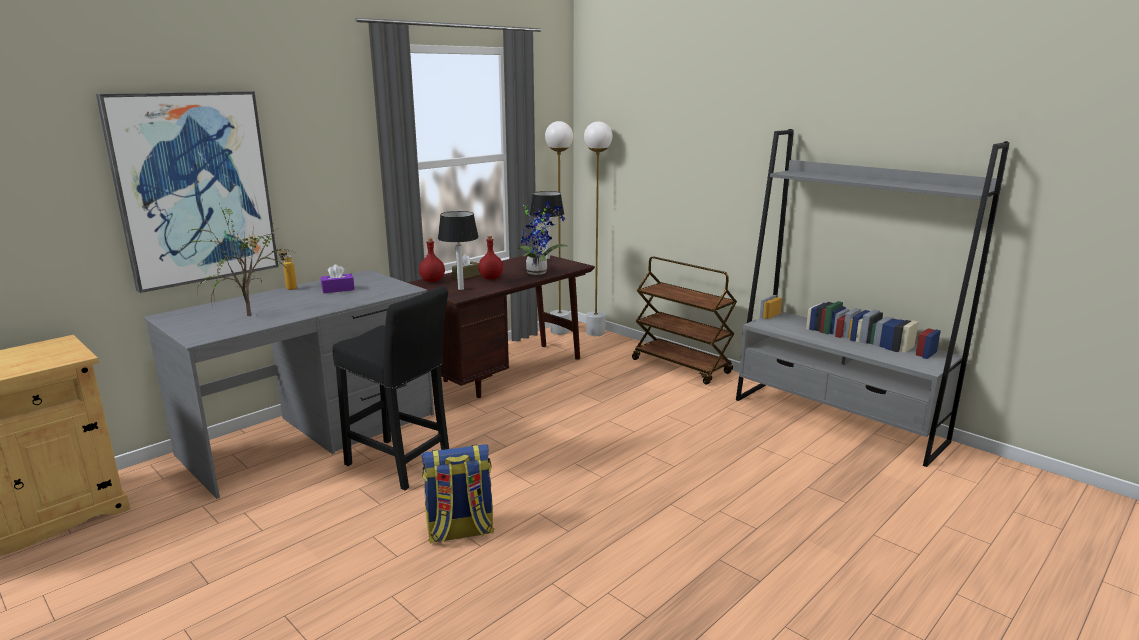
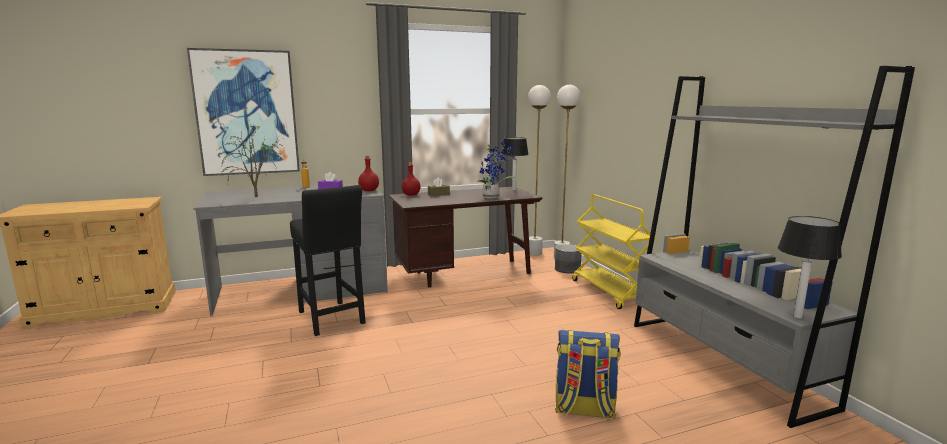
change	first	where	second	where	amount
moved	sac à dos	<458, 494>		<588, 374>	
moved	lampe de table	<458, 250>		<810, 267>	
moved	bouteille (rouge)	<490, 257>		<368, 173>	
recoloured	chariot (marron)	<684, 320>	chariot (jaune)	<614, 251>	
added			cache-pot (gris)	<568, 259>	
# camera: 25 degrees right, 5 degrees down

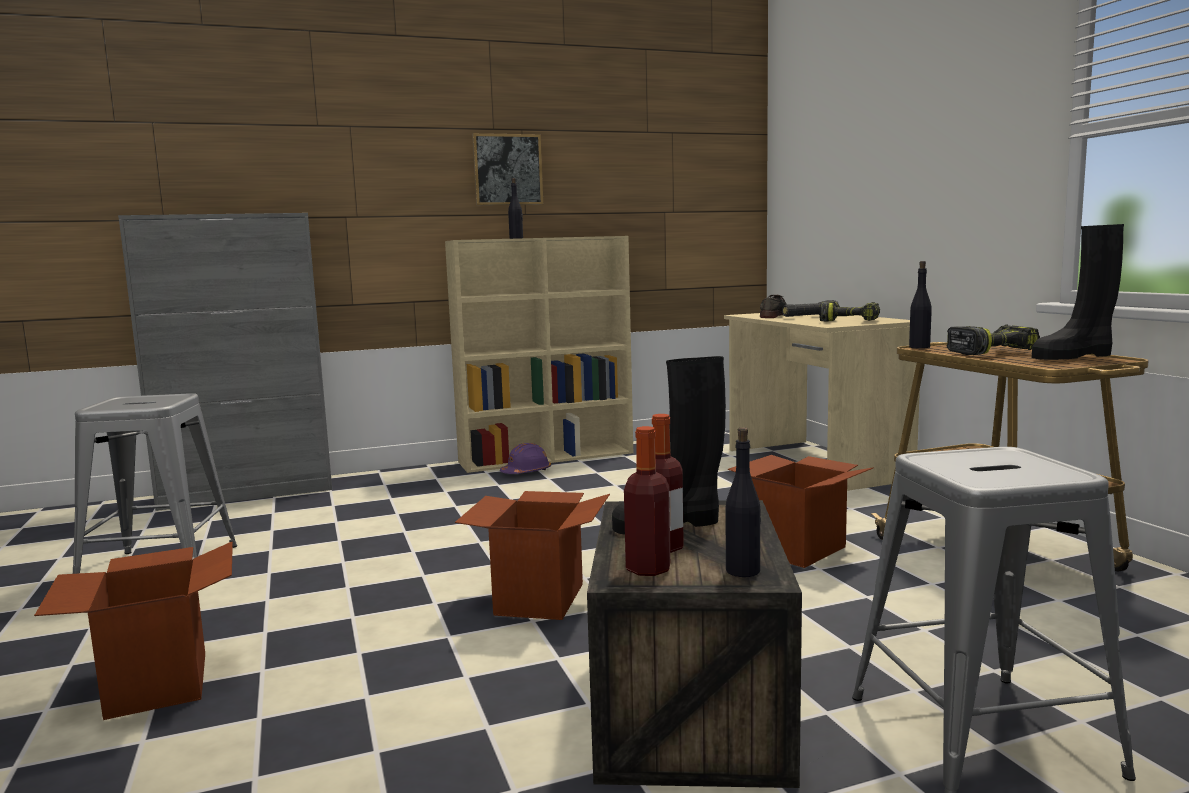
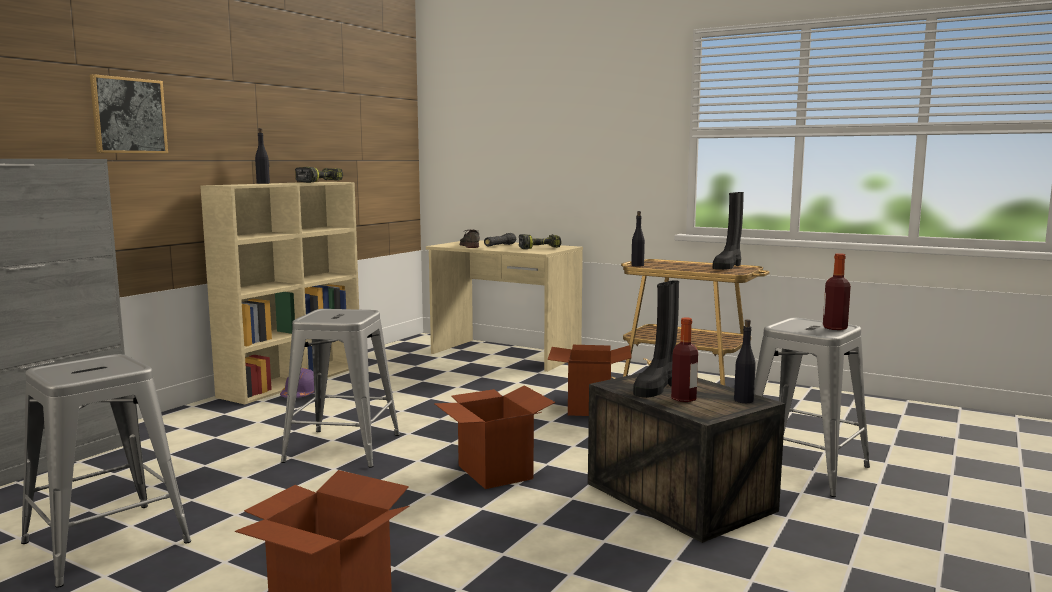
change	first	where	second	where	amount
moved	tableau	<507, 169>		<129, 114>	
moved	bouteille	<647, 501>		<837, 291>	
moved	perceuse	<993, 339>		<319, 175>	
added			tabouret (gris)	<340, 388>	
# camera: 40 degrees left, 0 degrees up

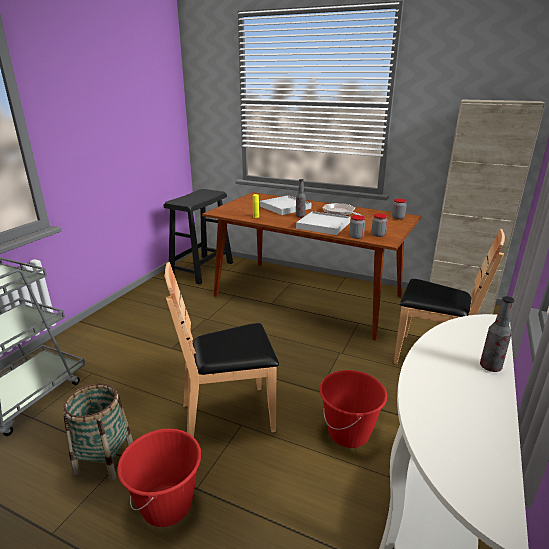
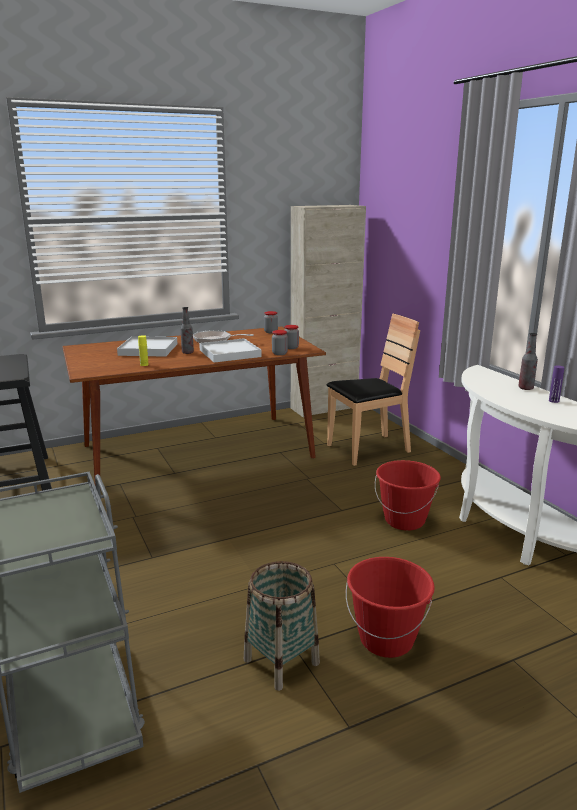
change	first	where	second	where	amount
removed	chaise (marron)	<221, 349>			
added			bouteille (violet)	<556, 384>	
# camera: 50 degrees left, 5 degrees down

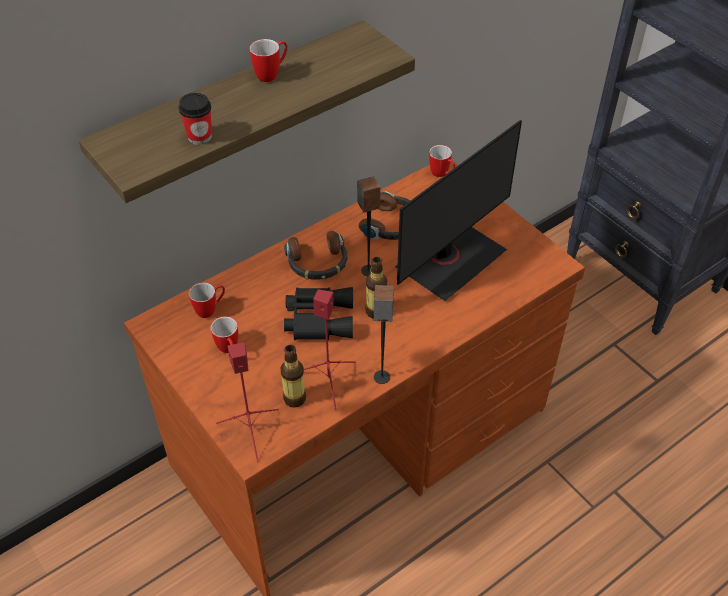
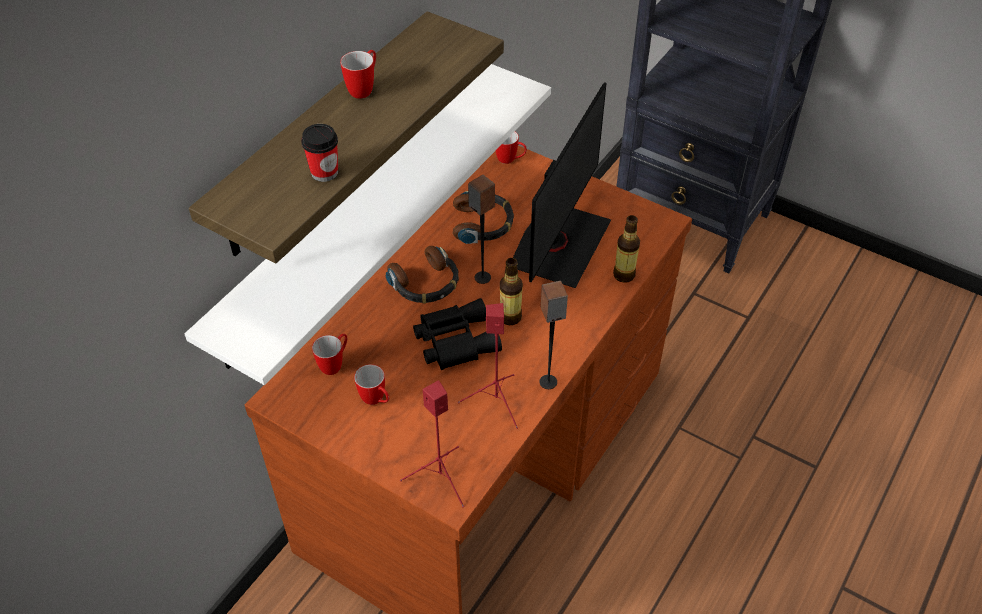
change	first	where	second	where	amount
moved	bouteille	<293, 376>		<626, 249>	
added			étagère (blanc)	<368, 224>	
# camera: 20 degrees left, 0 degrees up

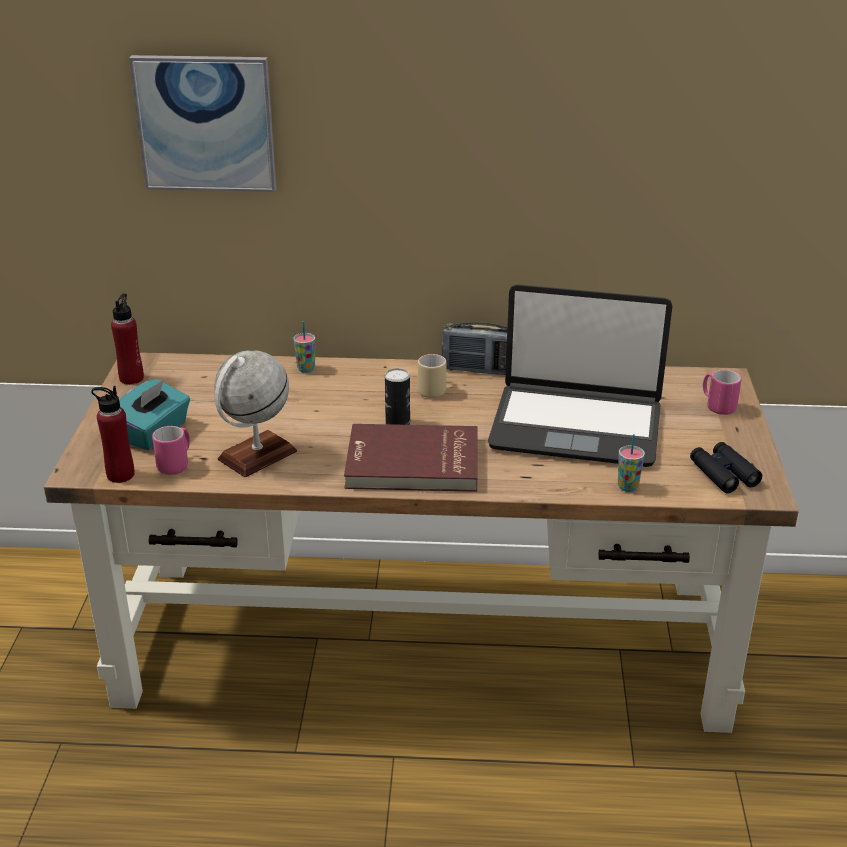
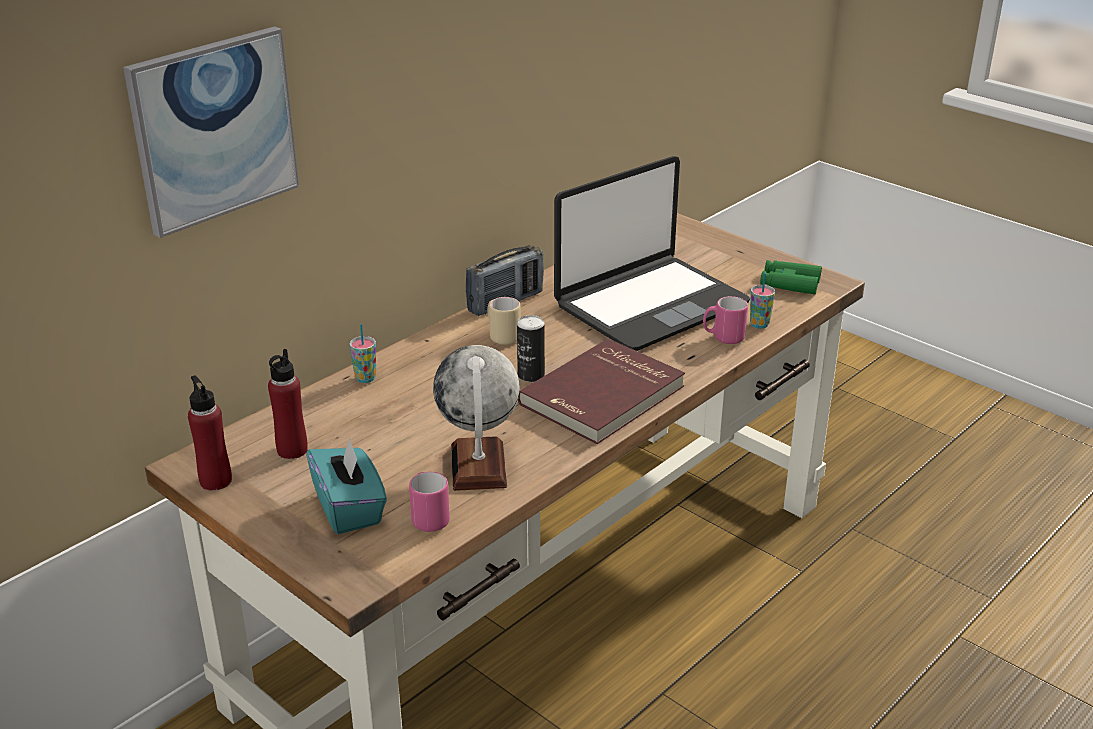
change	first	where	second	where	amount
moved	bouteille (rouge)	<113, 434>		<288, 404>	
recoloured	jumelles (noir)	<726, 467>	jumelles (vert)	<791, 277>	
moved	mug (rose)	<722, 392>		<725, 320>	
# camera: 50 degrees left, 0 degrees up

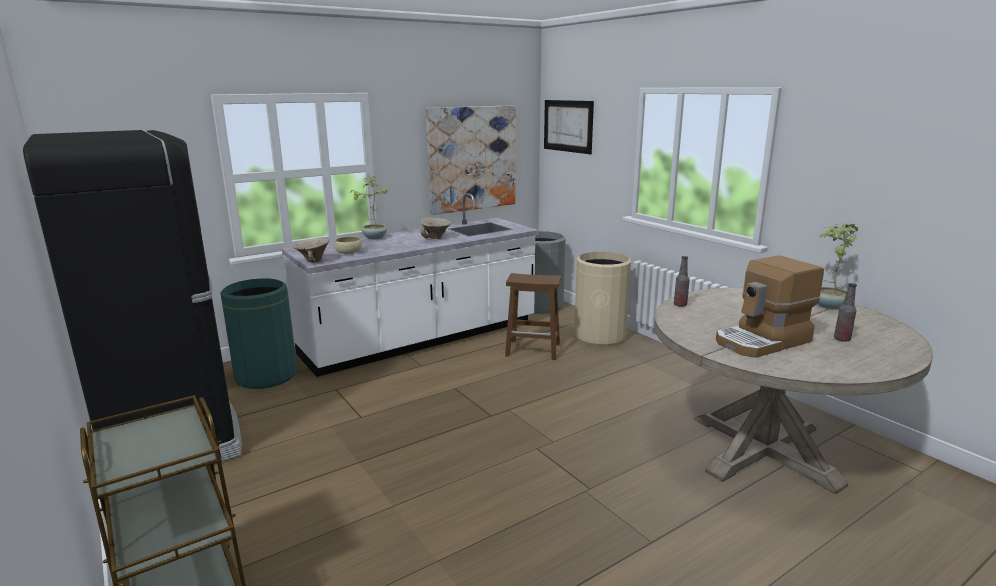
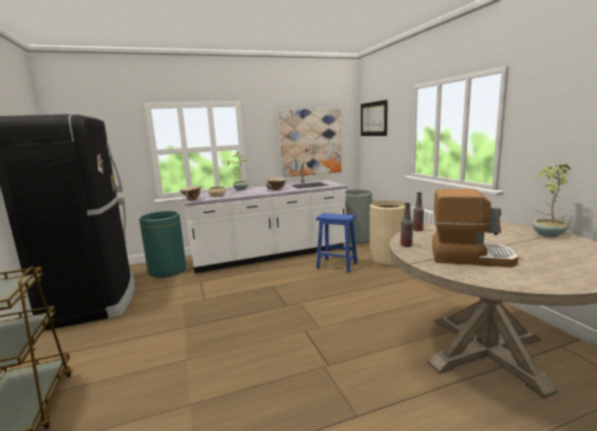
change	first	where	second	where	amount
recoloured	tabouret (marron)	<533, 316>	tabouret (bleu)	<337, 243>	
turned	machine à café	<770, 307>		<475, 228>	150 degrees counterclockwise
moved	bouteille	<845, 312>		<406, 225>	
# camera: 15 degrees right, 5 degrees down

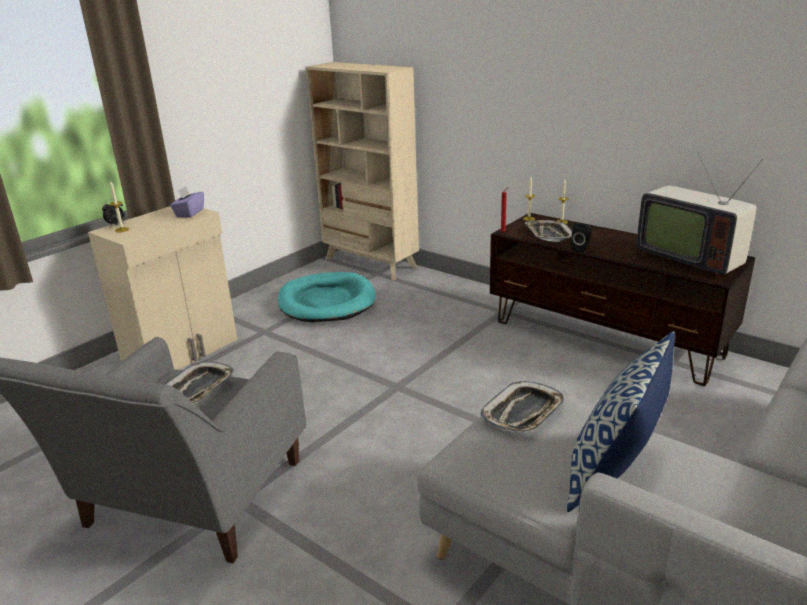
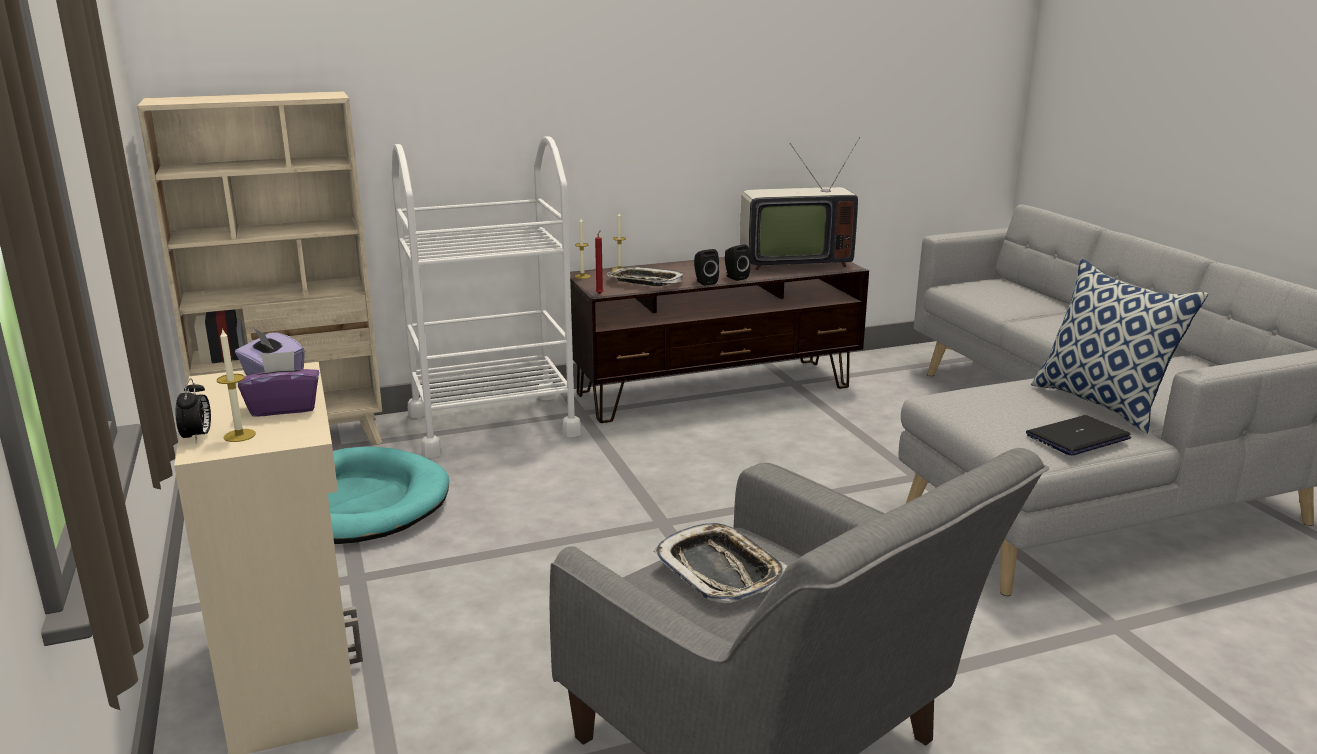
change	first	where	second	where	amount
removed	plateau	<522, 406>			
added			boîte à mouchoirs (violet)	<278, 384>	
added			chariot (blanc)	<486, 297>	
added			enceinte (noir)	<737, 262>	
added			ordinateur portable	<1078, 435>	
# camera: 60 degrees left, 5 degrees down

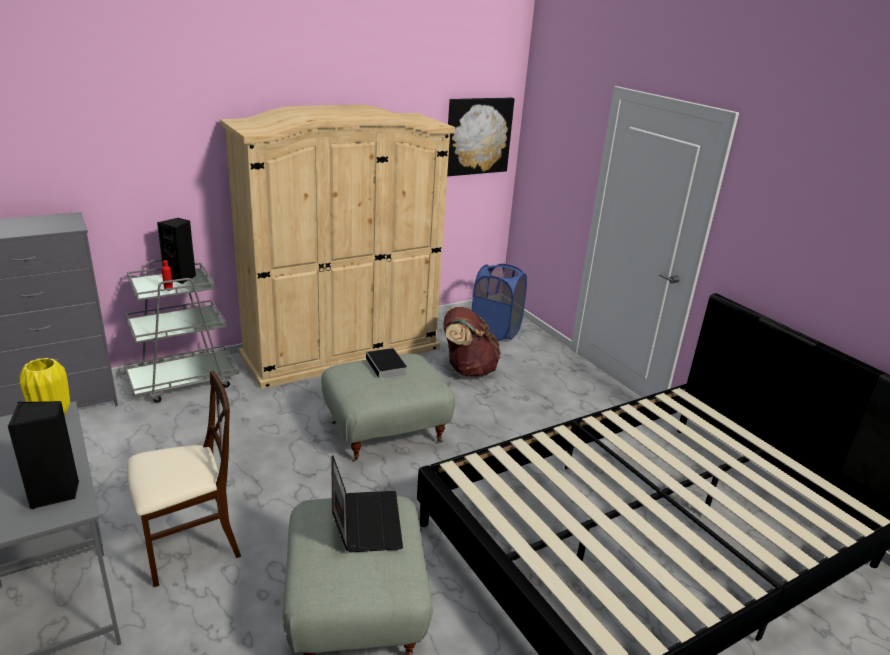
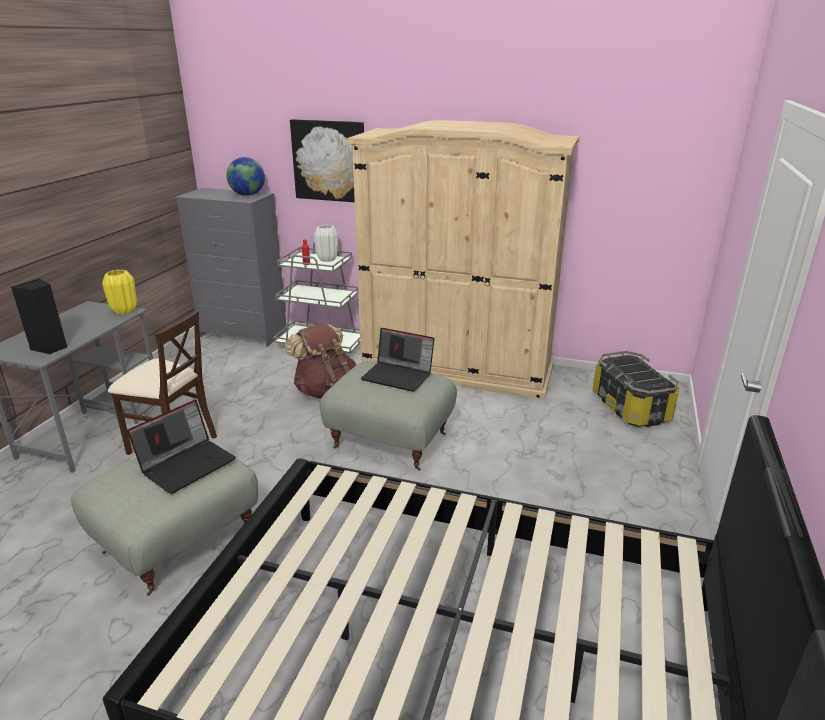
change	first	where	second	where	amount
replaced	enceinte (noir)	<176, 251>	vase (blanc)	<326, 243>	
replaced	livre	<386, 365>	ordinateur portable	<398, 360>	
moved	sac à dos (marron)	<472, 341>		<320, 360>	
moved	tableau	<480, 137>		<327, 160>	
replaced	panier à linge (bleu)	<499, 302>	boîte de rangement	<635, 389>	
added			globe	<246, 176>	
# camera: 50 degrees right, 0 degrees up

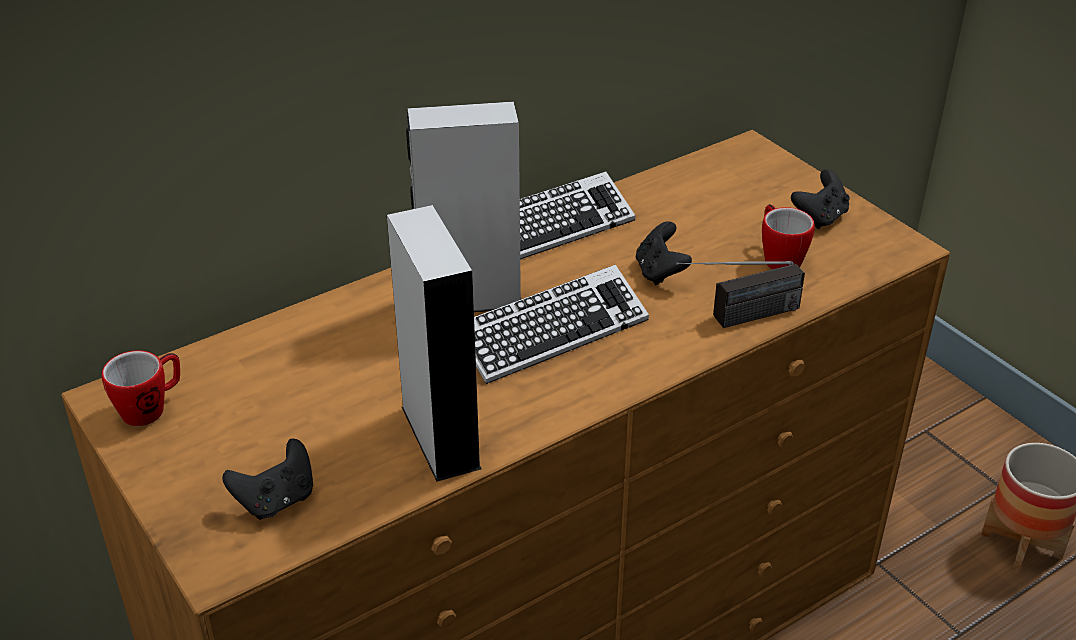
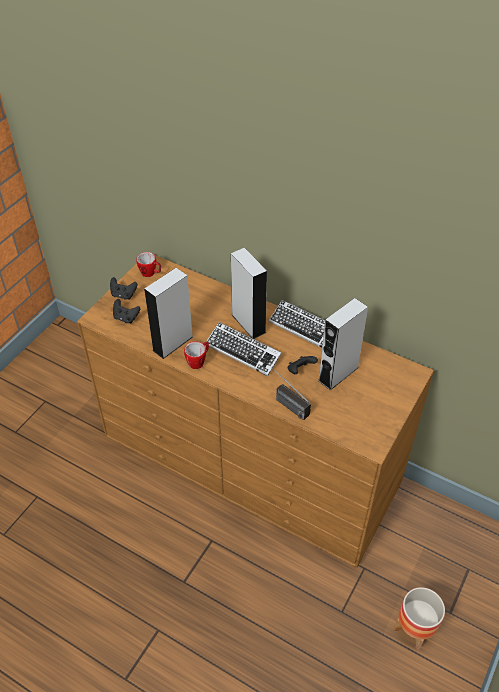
change	first	where	second	where	amount
moved	mug	<788, 236>		<196, 355>	
moved	manette (noir)	<820, 199>		<123, 288>	
added			enceinte (gris)	<343, 344>	
# camera: 65 degrees right, 10 degrees up

